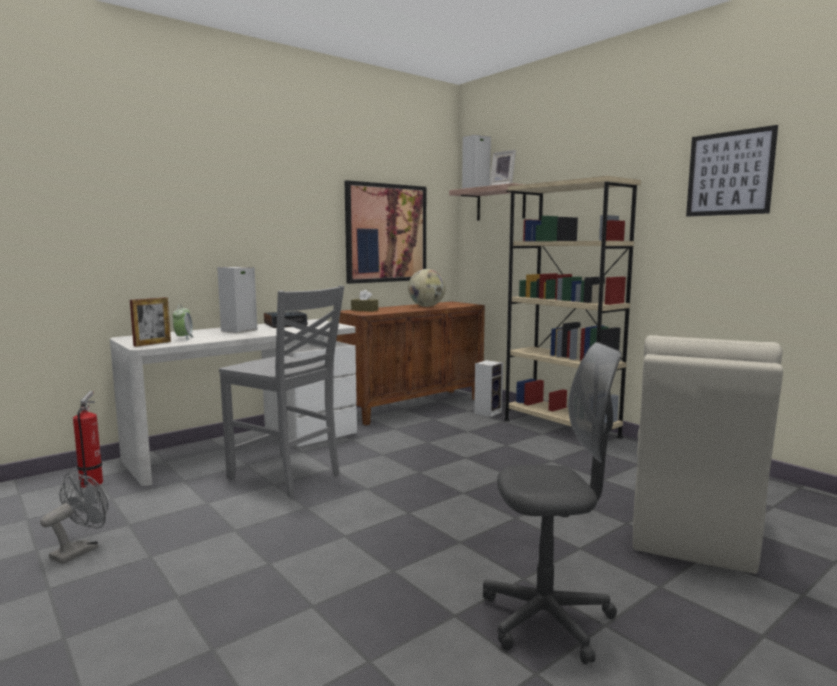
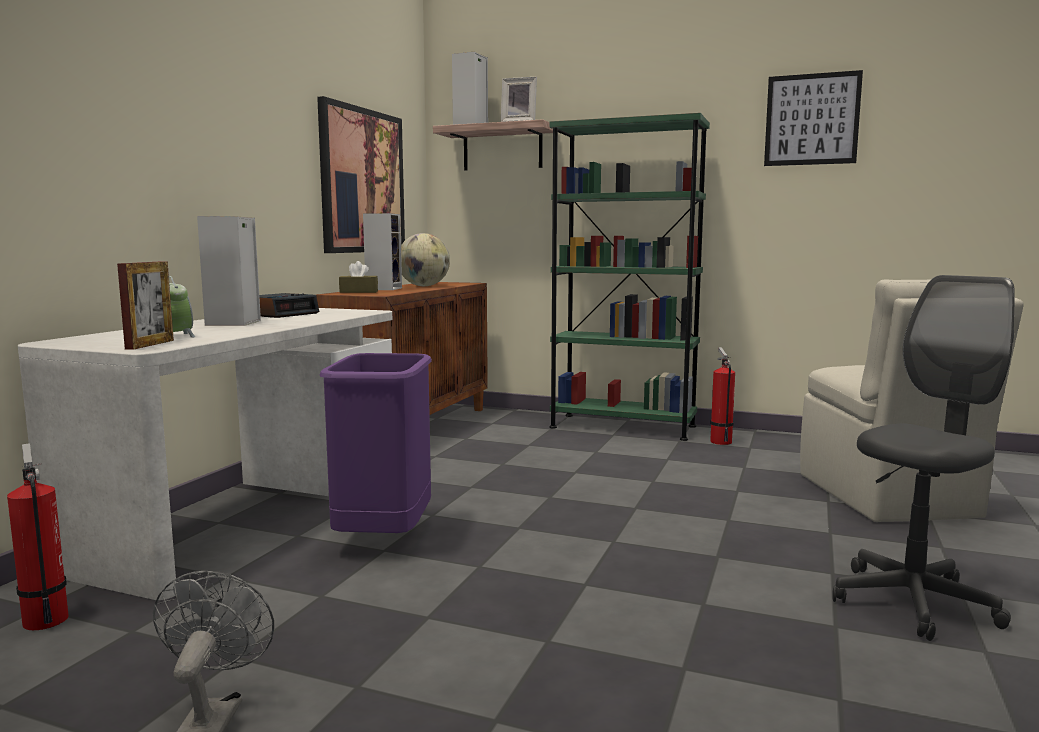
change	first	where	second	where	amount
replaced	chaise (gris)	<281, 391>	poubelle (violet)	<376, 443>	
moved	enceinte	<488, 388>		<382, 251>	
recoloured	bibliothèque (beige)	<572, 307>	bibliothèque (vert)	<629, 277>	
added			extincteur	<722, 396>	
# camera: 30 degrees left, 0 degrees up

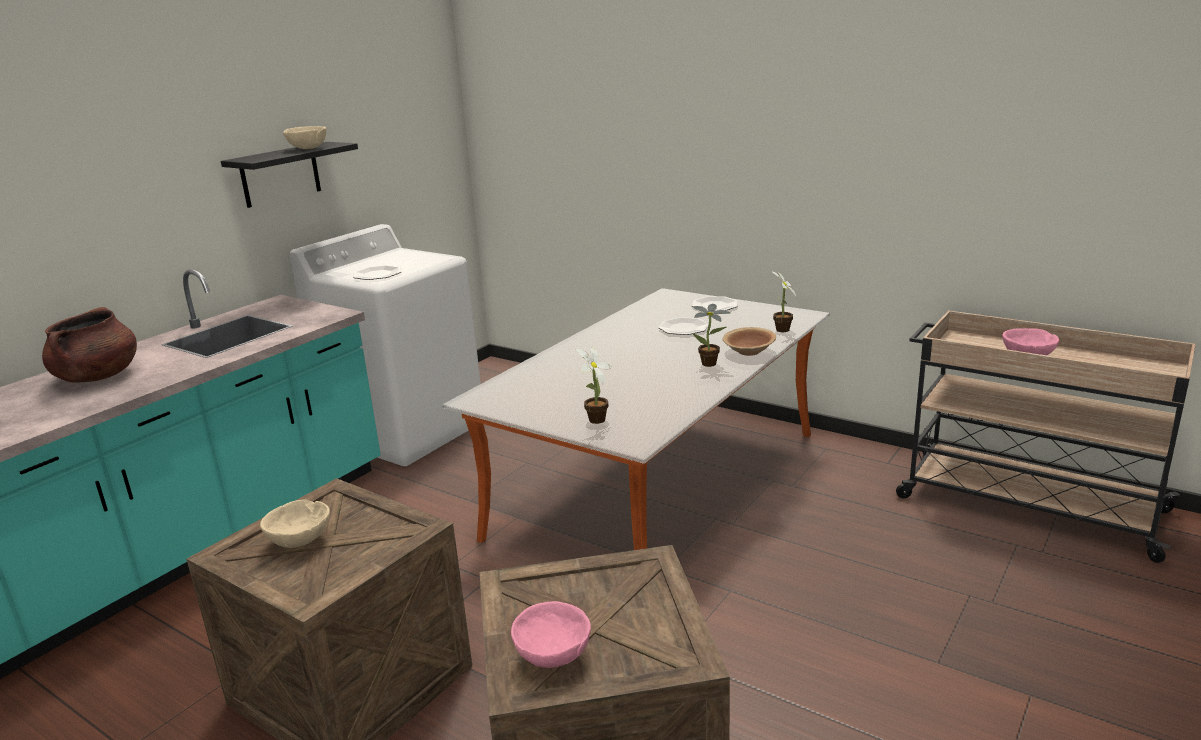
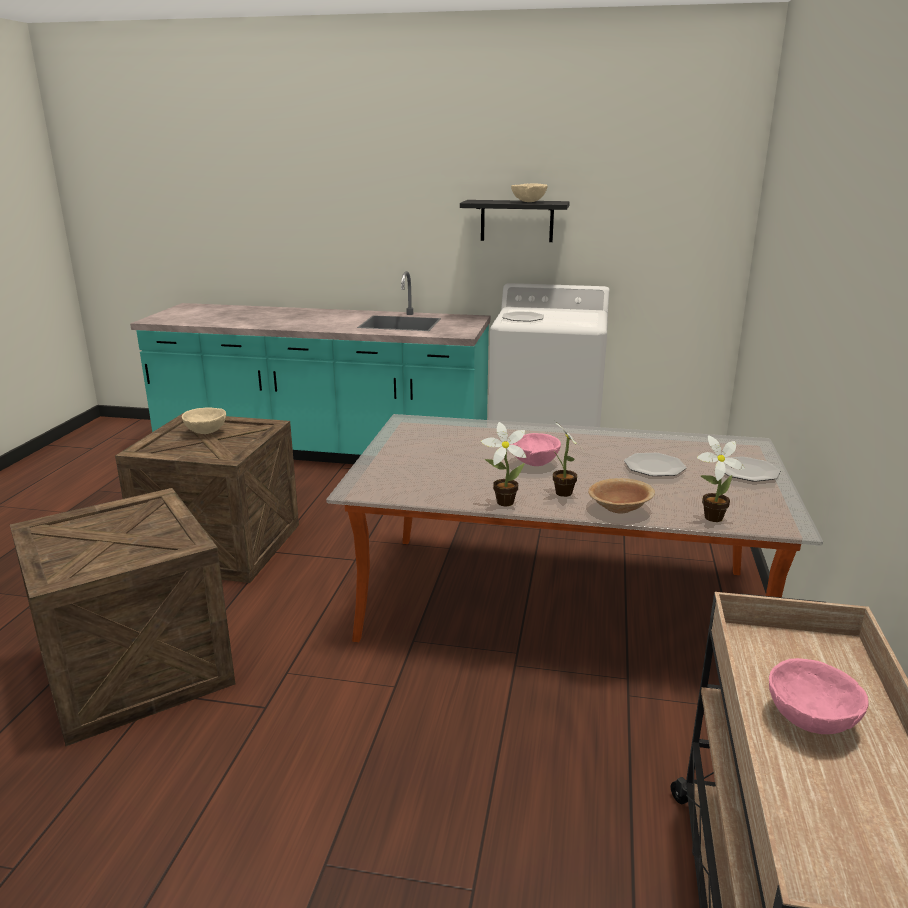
change	first	where	second	where	amount
removed	marmite (marron)	<89, 345>			
moved	bol (rose)	<551, 634>		<535, 449>	
moved	plante en pot	<594, 385>		<503, 464>	
# camera: 65 degrees right, 0 degrees up

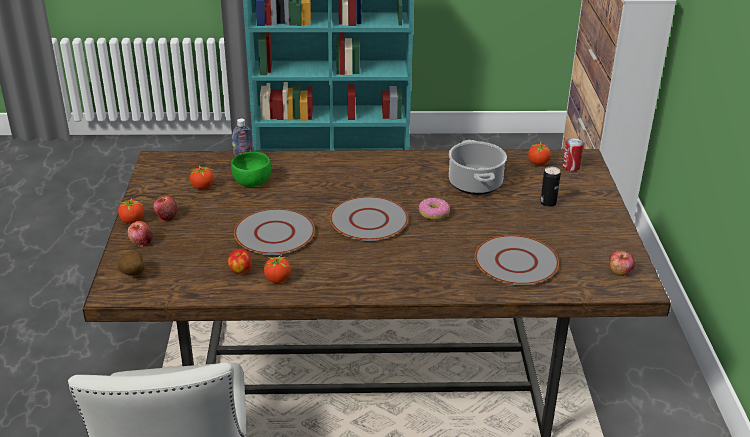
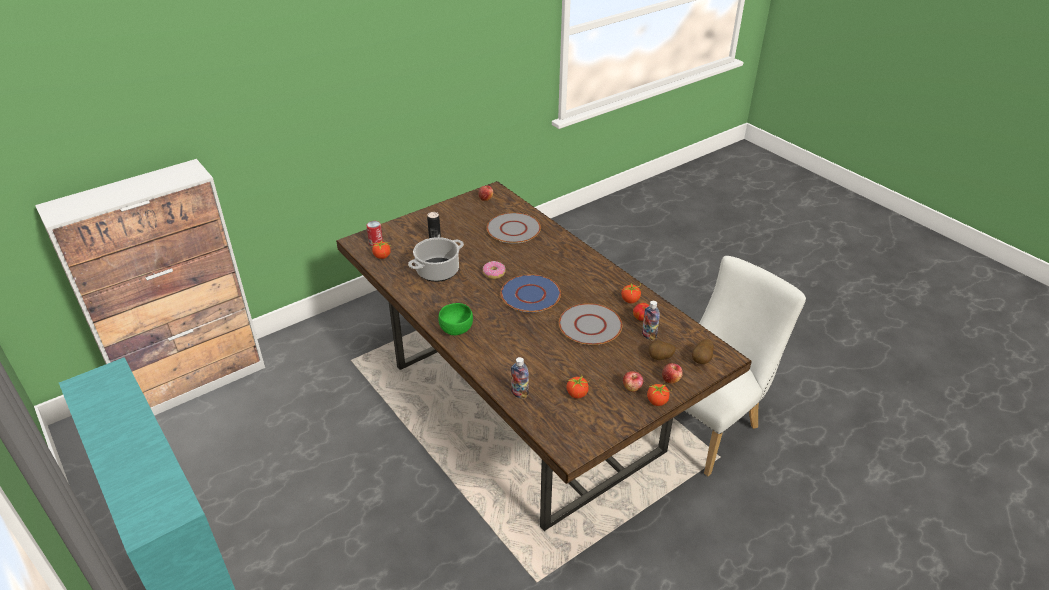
change	first	where	second	where	amount
moved	bol (vert)	<251, 169>		<455, 319>	
recoloured	assiette (gris)	<369, 219>	assiette (bleu)	<531, 293>	
added			bouteille	<651, 321>	
added			pomme de terre	<662, 350>	
# camera: 125 degrees left, 5 degrees up

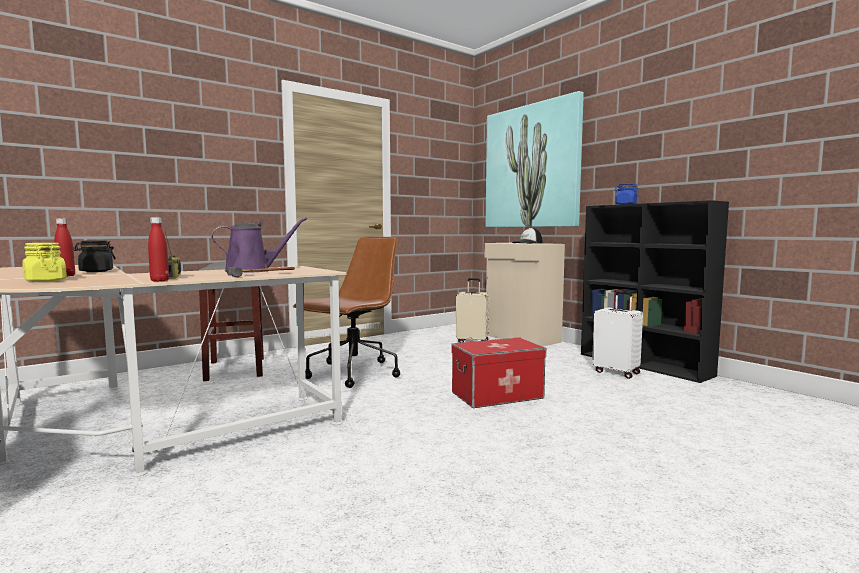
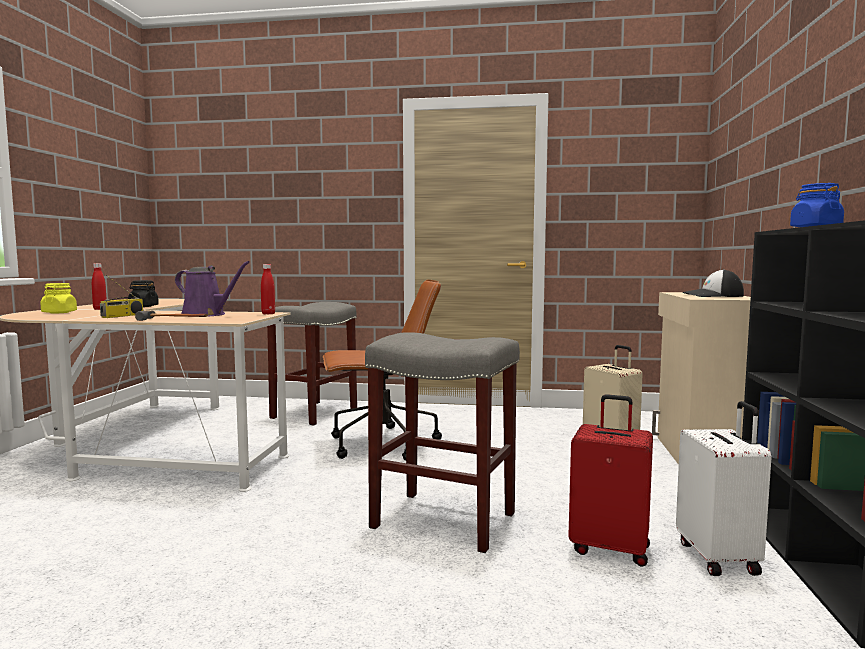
change	first	where	second	where	amount
moved	bouteille (rouge)	<158, 249>		<268, 289>	
replaced	boîte de rangement	<499, 373>	tabouret (gris)	<442, 442>	
removed	tableau	<535, 159>			
added			valise (rouge)	<610, 480>	
# camera: 45 degrees right, 0 degrees up

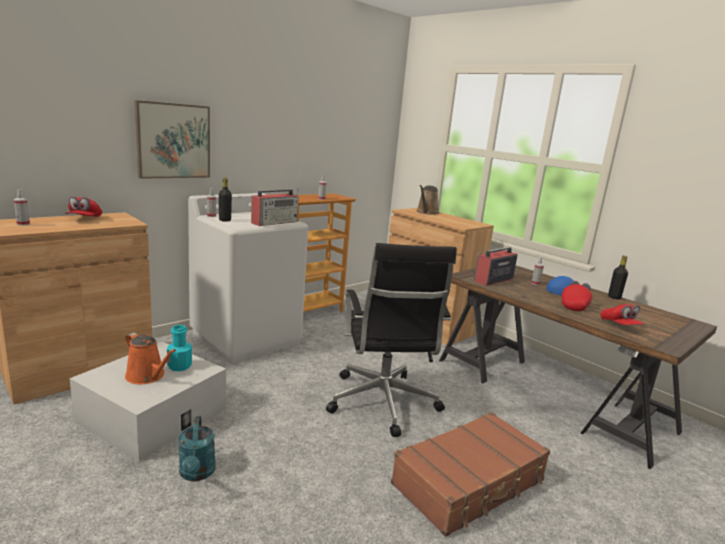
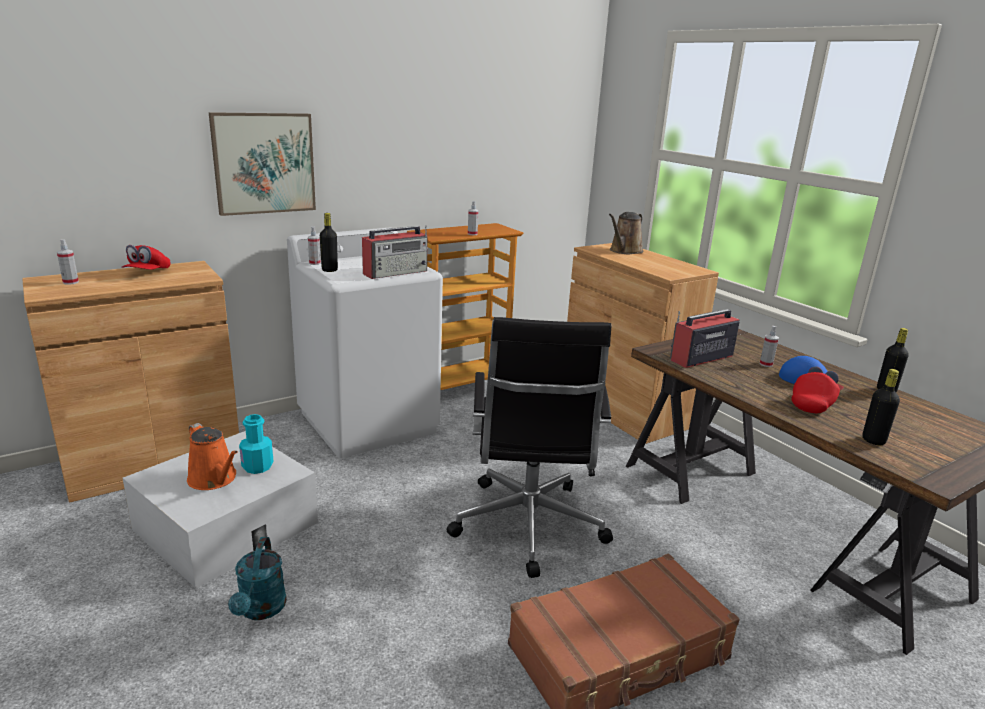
change	first	where	second	where	amount
replaced	casquette (rouge)	<622, 314>	bouteille (noir)	<881, 407>	
# camera: 10 degrees right, 5 degrees up

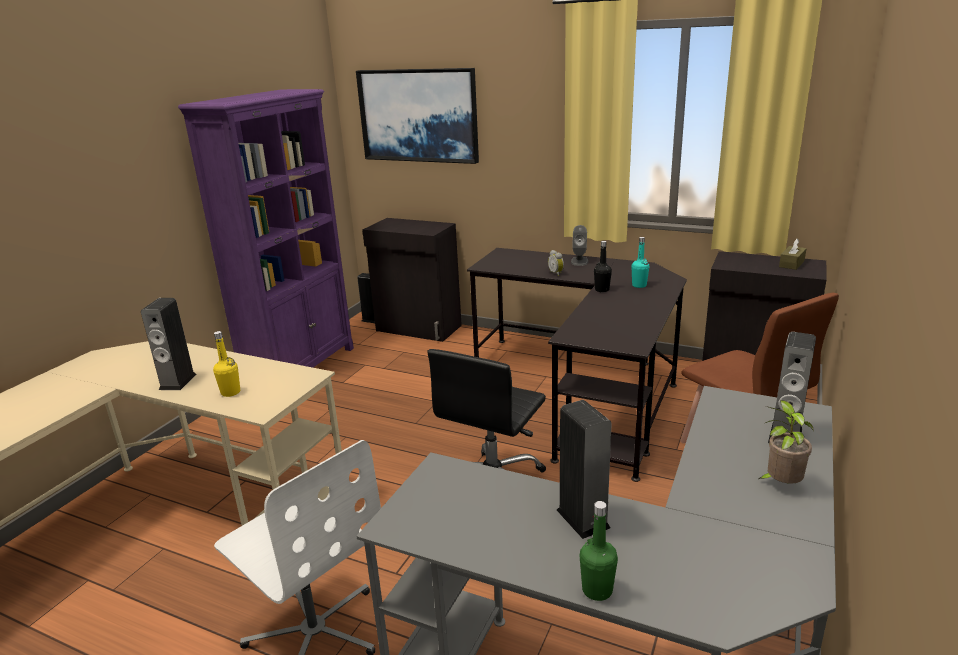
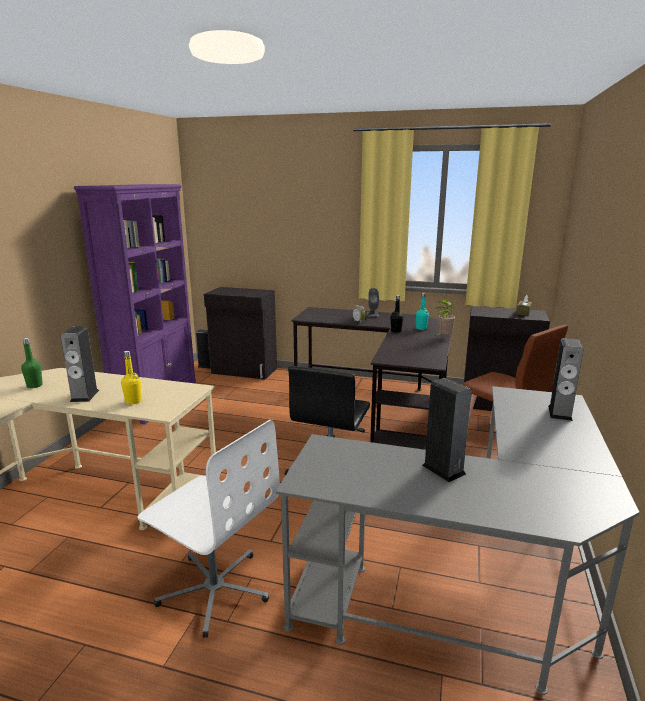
change	first	where	second	where	amount
removed	tableau	<417, 116>			
moved	bouteille (vert)	<599, 551>		<32, 363>	
moved	plante en pot	<786, 442>		<444, 318>	
# camera: 10 degrees left, 5 degrees down

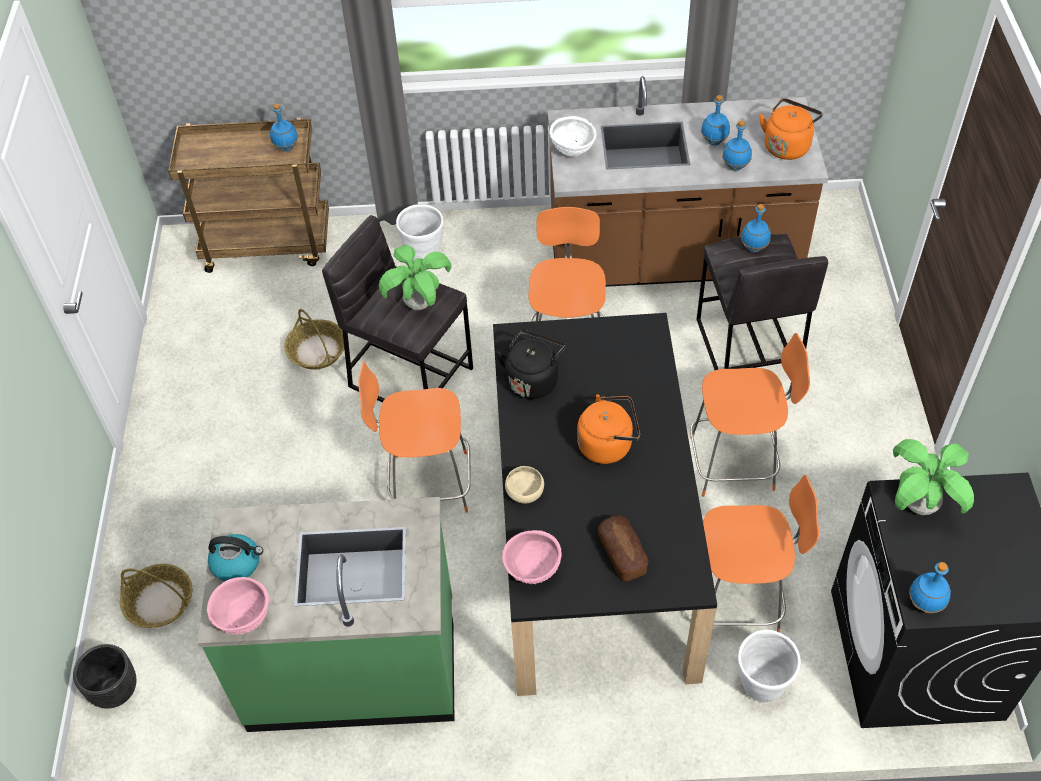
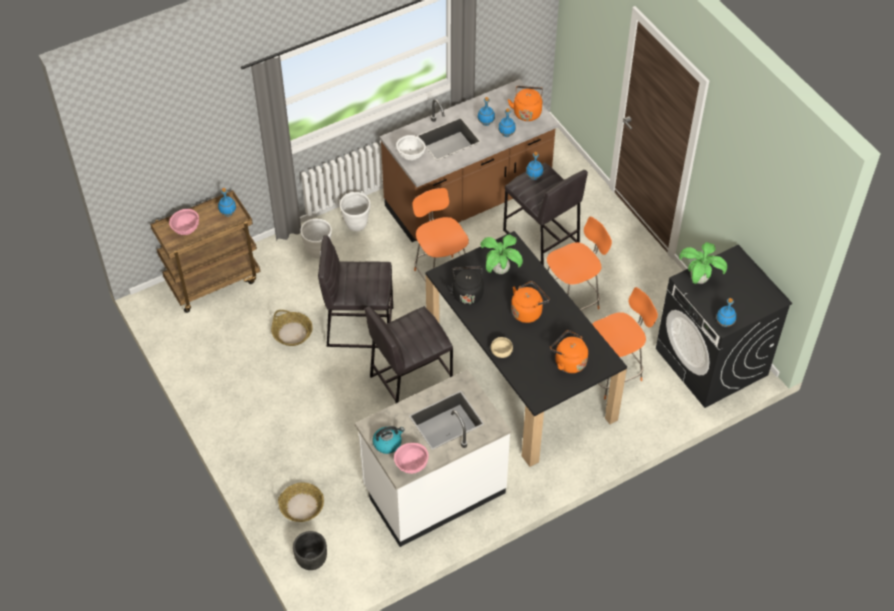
change	first	where	second	where	amount
recoloured	comptoir de cuisine (vert)	<326, 614>	comptoir de cuisine (blanc)	<433, 458>	
replaced	chaise (orange)	<414, 437>	tabouret (gris)	<409, 355>	
moved	plante en pot	<415, 277>		<501, 254>	
moved	bol (rose)	<532, 557>		<184, 222>	
replaced	pain	<623, 548>	bouilloire (orange)	<569, 351>	
moved	cache-pot (blanc)	<769, 666>		<355, 211>	
# camera: 30 degrees left, 0 degrees up

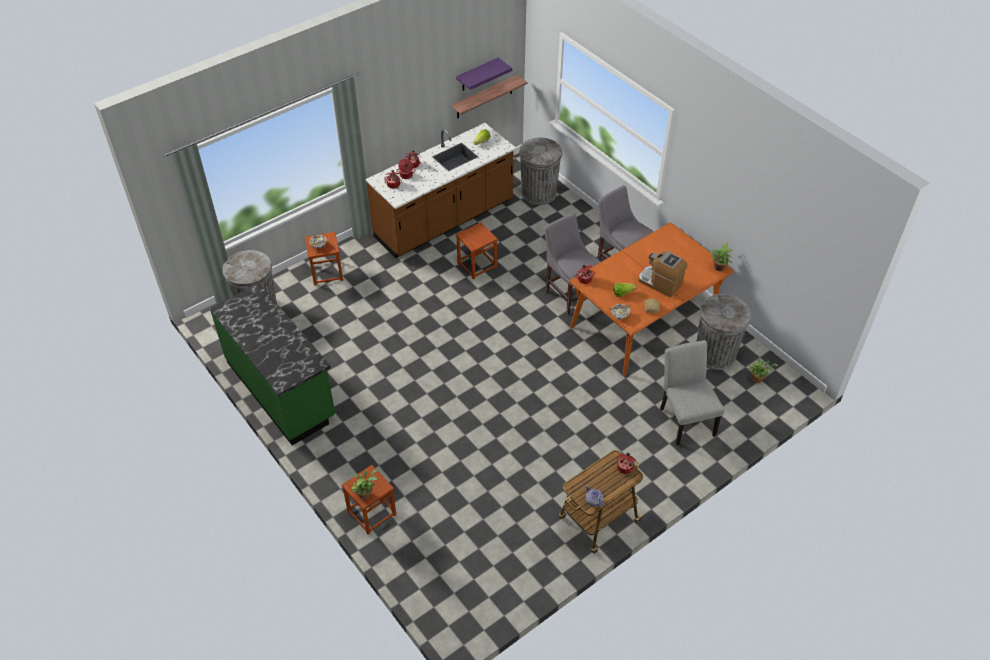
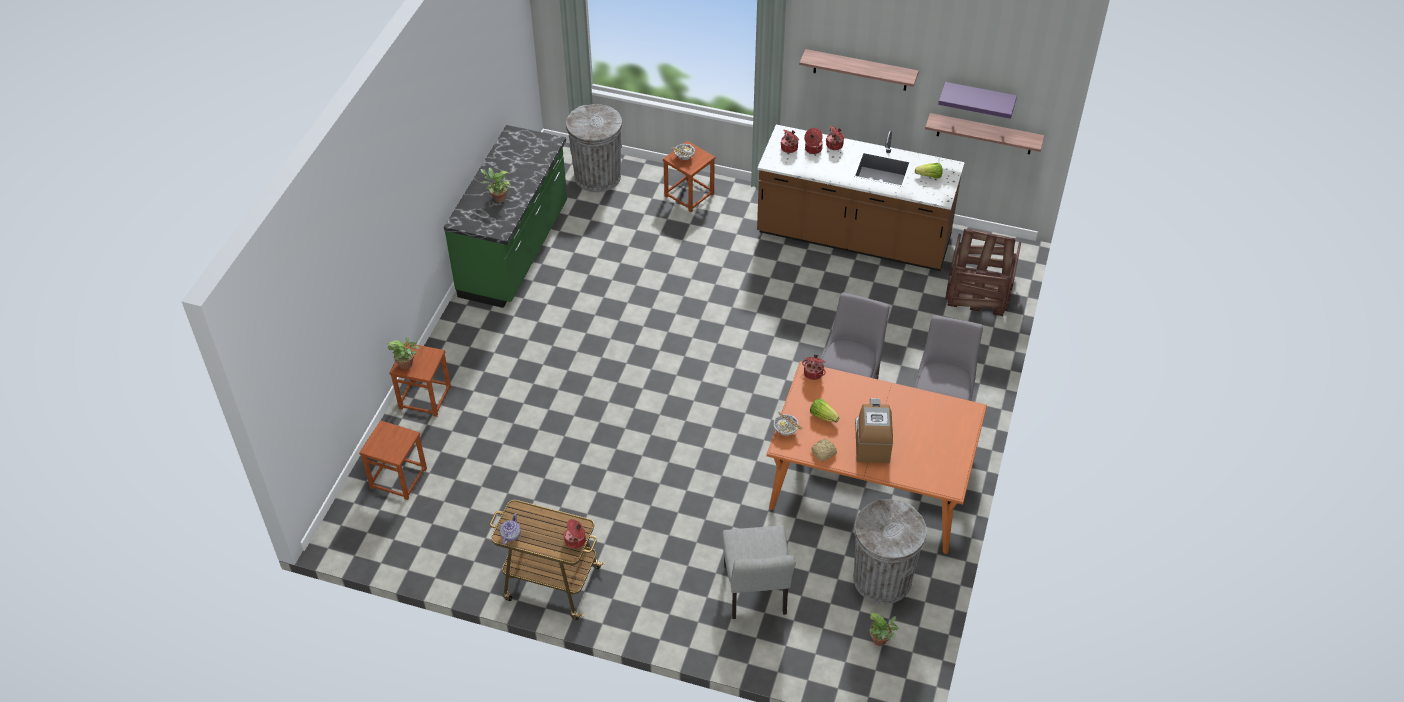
change	first	where	second	where	amount
moved	tabouret (marron)	<477, 251>		<393, 460>	
replaced	poubelle (gris)	<540, 171>	caisse	<983, 272>	
turned	chaise (gris)	<692, 393>		<759, 572>	135 degrees clockwise
moved	plante en pot	<721, 256>		<495, 185>	
added			étagère	<859, 70>	
# camera: 55 degrees right, 0 degrees up

